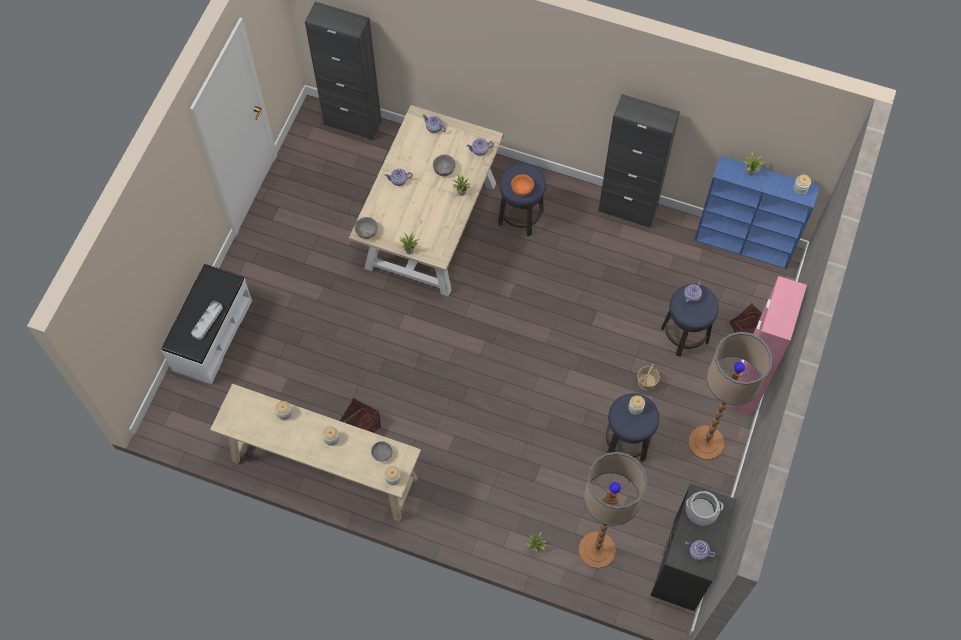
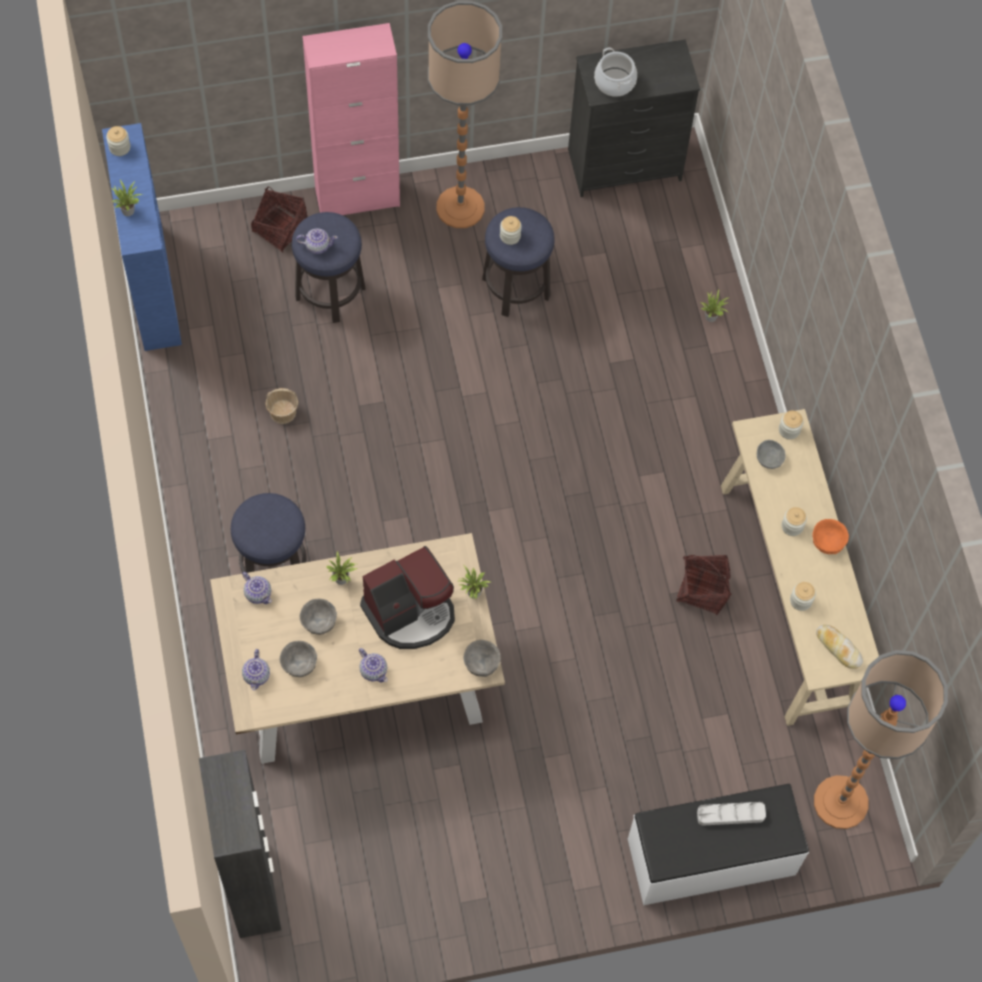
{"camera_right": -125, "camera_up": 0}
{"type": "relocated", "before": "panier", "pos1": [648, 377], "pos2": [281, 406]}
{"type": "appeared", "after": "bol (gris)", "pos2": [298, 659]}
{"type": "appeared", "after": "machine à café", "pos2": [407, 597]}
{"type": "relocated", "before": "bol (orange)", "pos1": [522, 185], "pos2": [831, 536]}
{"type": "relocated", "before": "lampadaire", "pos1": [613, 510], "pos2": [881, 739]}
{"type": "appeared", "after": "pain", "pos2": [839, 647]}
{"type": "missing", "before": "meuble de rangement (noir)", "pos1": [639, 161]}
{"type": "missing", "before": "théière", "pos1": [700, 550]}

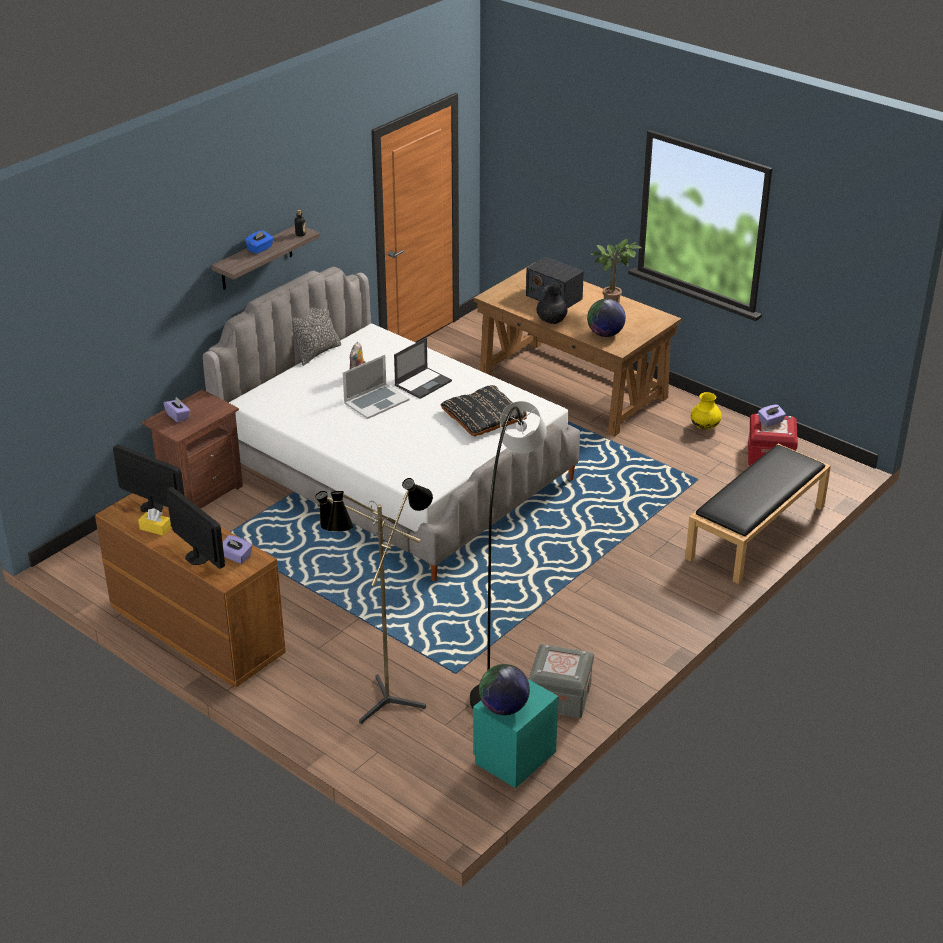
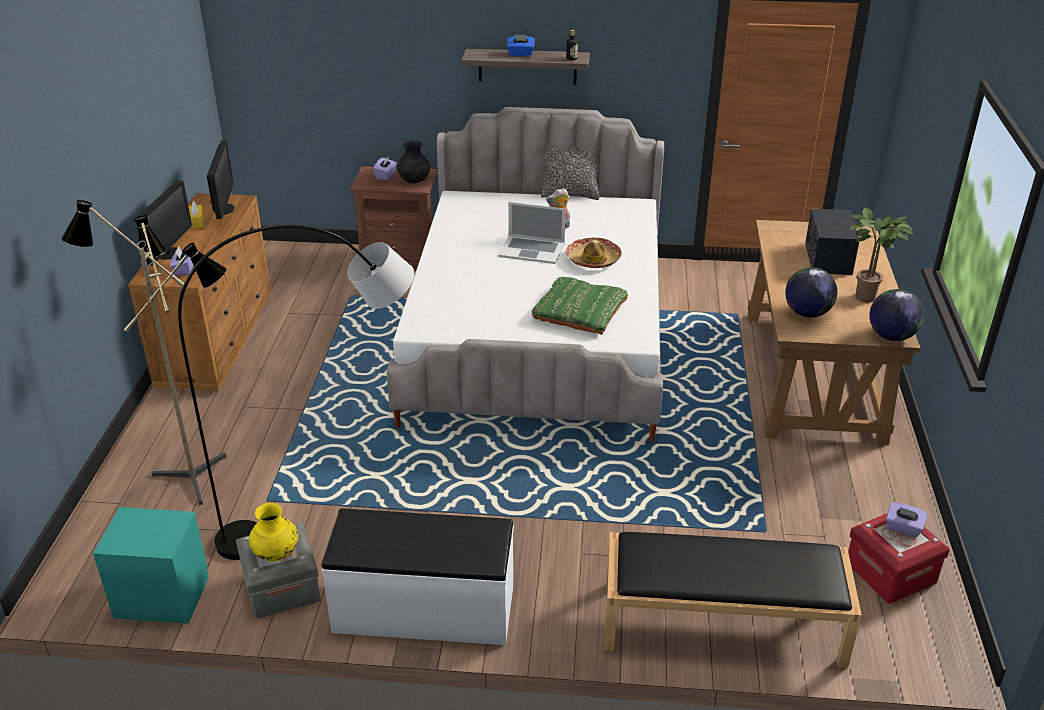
{"camera_right": 55, "camera_up": 0}
{"type": "relocated", "before": "vase (jaune)", "pos1": [706, 411], "pos2": [273, 532]}
{"type": "appeared", "after": "banc (blanc)", "pos2": [418, 576]}
{"type": "relocated", "before": "vase (noir)", "pos1": [552, 304], "pos2": [413, 161]}
{"type": "colour", "before": "coussin (noir)", "after": "coussin (vert)", "pos1": [484, 410], "pos2": [579, 306]}
{"type": "exchanged", "before": "ordinateur portable", "after": "chapeau", "pos1": [423, 368], "pos2": [594, 252]}
{"type": "relocated", "before": "globe", "pos1": [504, 689], "pos2": [896, 315]}

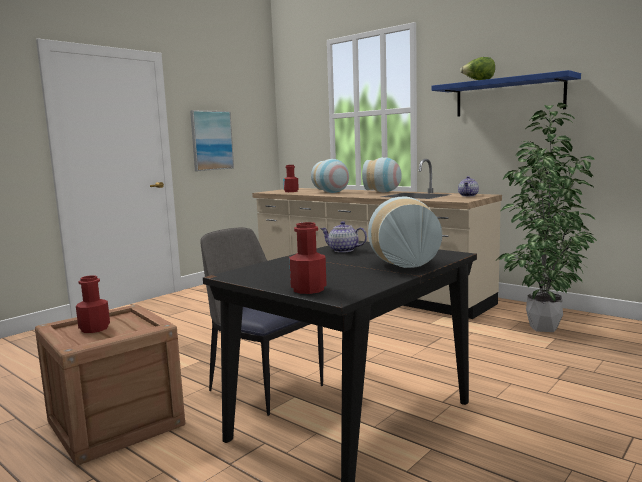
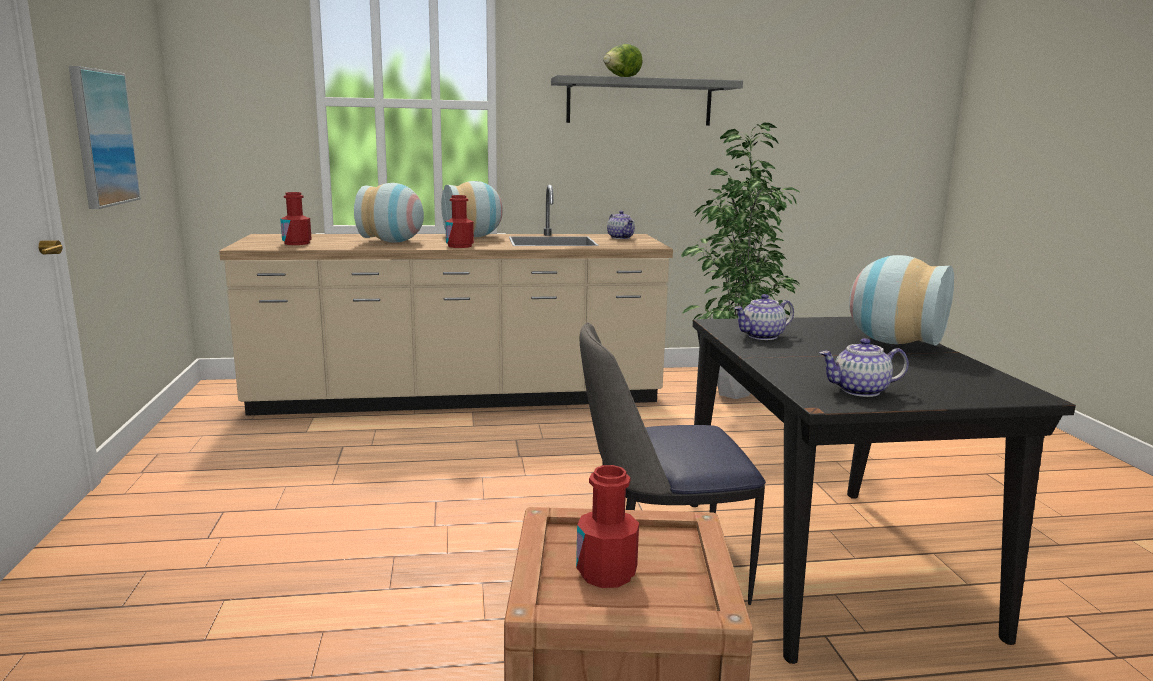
{"camera_right": -50, "camera_up": 5}
{"type": "relocated", "before": "bouteille (rouge)", "pos1": [308, 258], "pos2": [459, 221]}
{"type": "colour", "before": "étagère (bleu)", "after": "étagère (gris)", "pos1": [506, 93], "pos2": [647, 100]}
{"type": "appeared", "after": "théière", "pos2": [864, 367]}

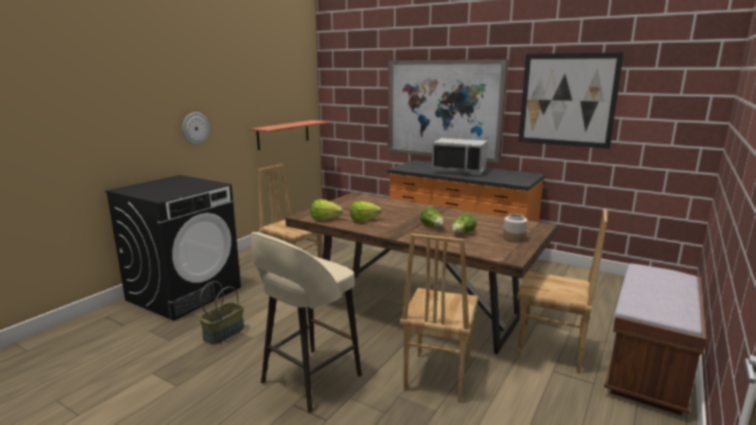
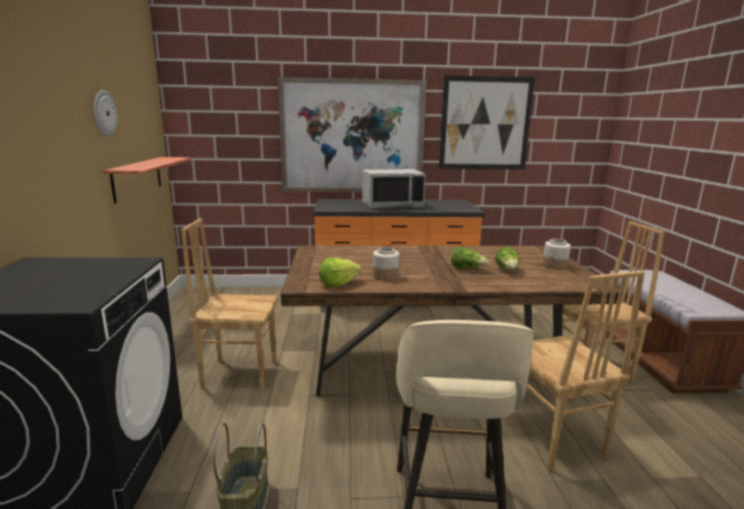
{"camera_right": -35, "camera_up": 0}
{"type": "relocated", "before": "horloge murale", "pos1": [196, 128], "pos2": [106, 113]}
{"type": "exchanged", "before": "laitue", "after": "bocal", "pos1": [365, 211], "pos2": [386, 264]}

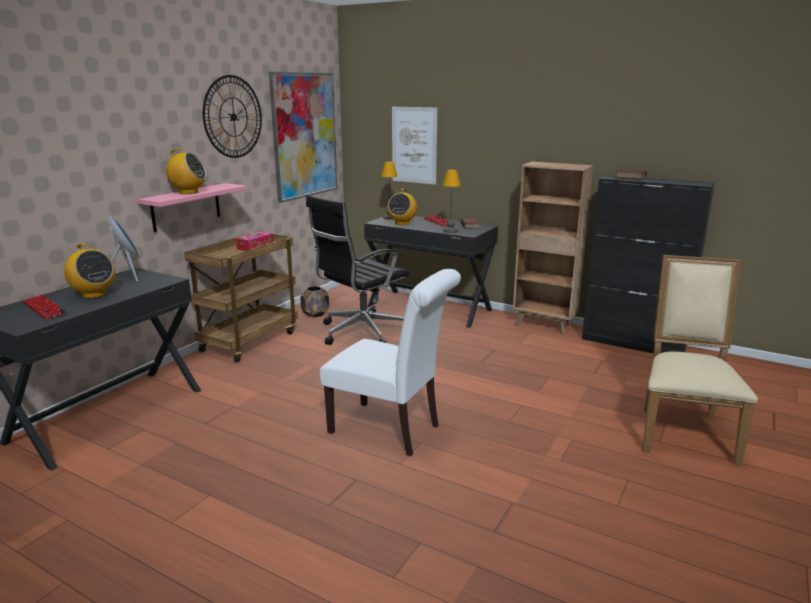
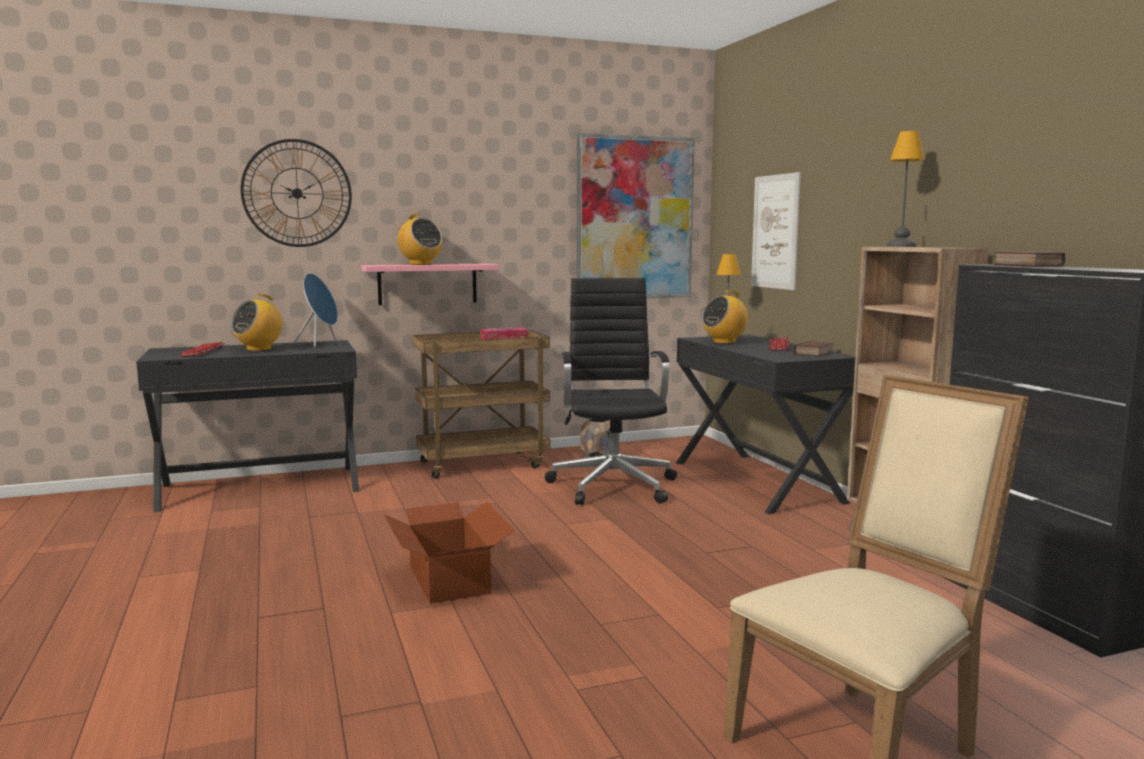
{"camera_right": 40, "camera_up": -10}
{"type": "spun", "before": "radio", "pos1": [89, 270], "pos2": [257, 322], "turn": 45}
{"type": "relocated", "before": "horloge murale", "pos1": [232, 116], "pos2": [296, 193]}
{"type": "exchanged", "before": "chaise (blanc)", "after": "carton", "pos1": [390, 362], "pos2": [449, 553]}
{"type": "spun", "before": "chaise de bureau (noir)", "pos1": [357, 270], "pos2": [611, 391], "turn": 90}
{"type": "relocated", "before": "lampe de table", "pos1": [452, 201], "pos2": [906, 189]}

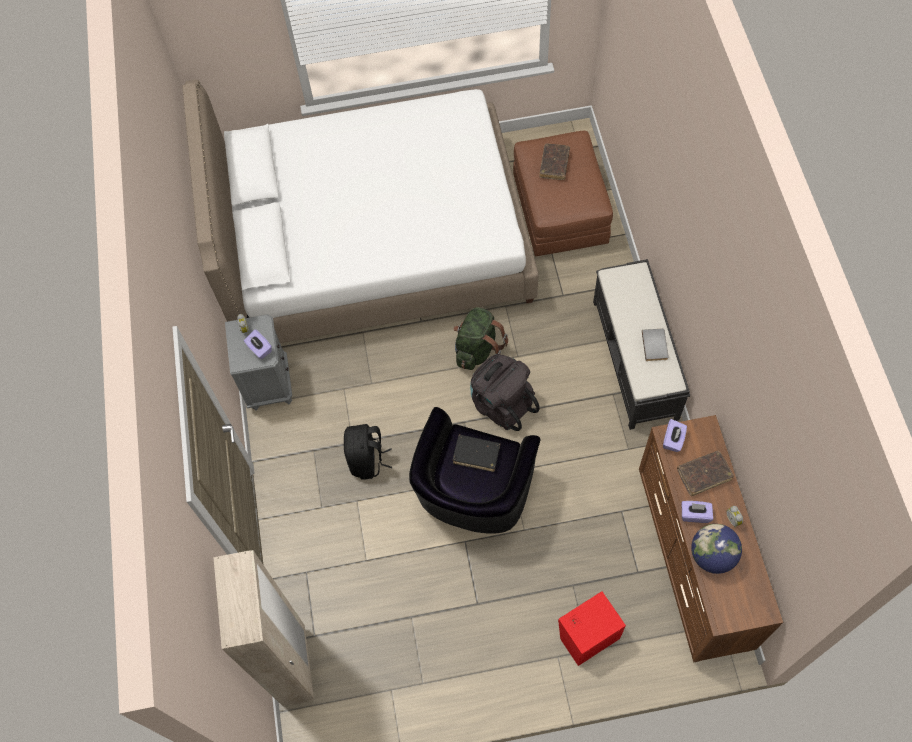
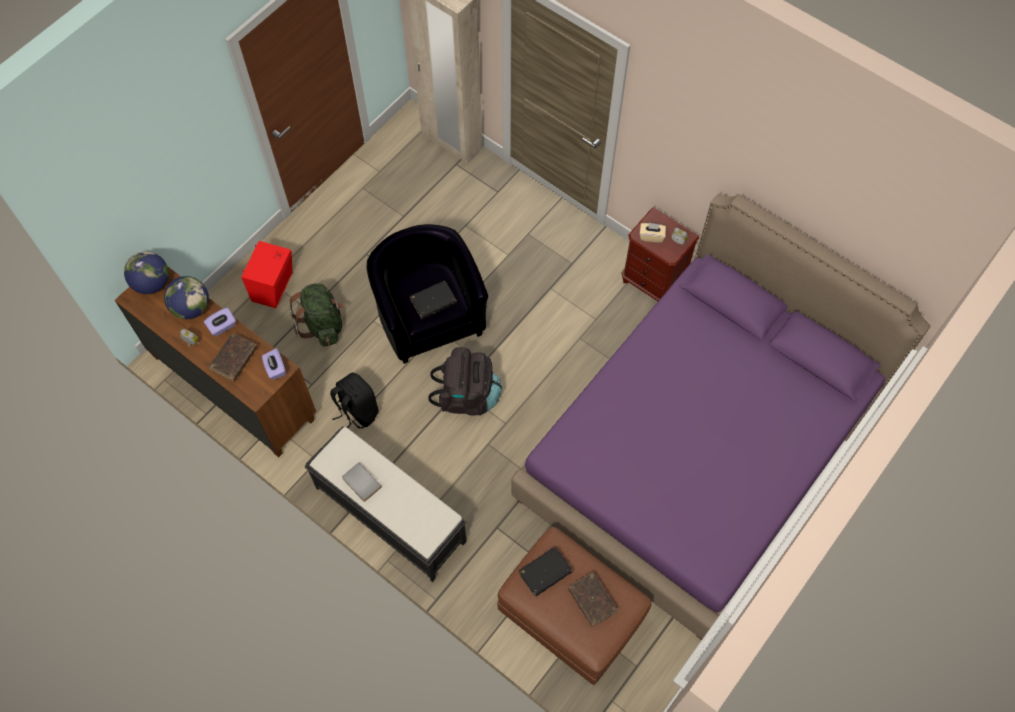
{"camera_right": 135, "camera_up": 0}
{"type": "appeared", "after": "globe", "pos2": [146, 273]}
{"type": "relocated", "before": "sac à dos (vert)", "pos1": [480, 338], "pos2": [316, 314]}
{"type": "relocated", "before": "sac à dos (noir)", "pos1": [368, 452], "pos2": [354, 401]}
{"type": "colour", "before": "lit (blanc)", "after": "lit (violet)", "pos1": [360, 211], "pos2": [720, 417]}
{"type": "appeared", "after": "livre (noir)", "pos2": [545, 572]}
{"type": "colour", "before": "table de chevet (gris)", "after": "table de chevet (marron)", "pos1": [258, 362], "pos2": [660, 254]}
{"type": "colour", "before": "boîte à mouchoirs (violet)", "after": "boîte à mouchoirs (beige)", "pos1": [258, 344], "pos2": [653, 233]}

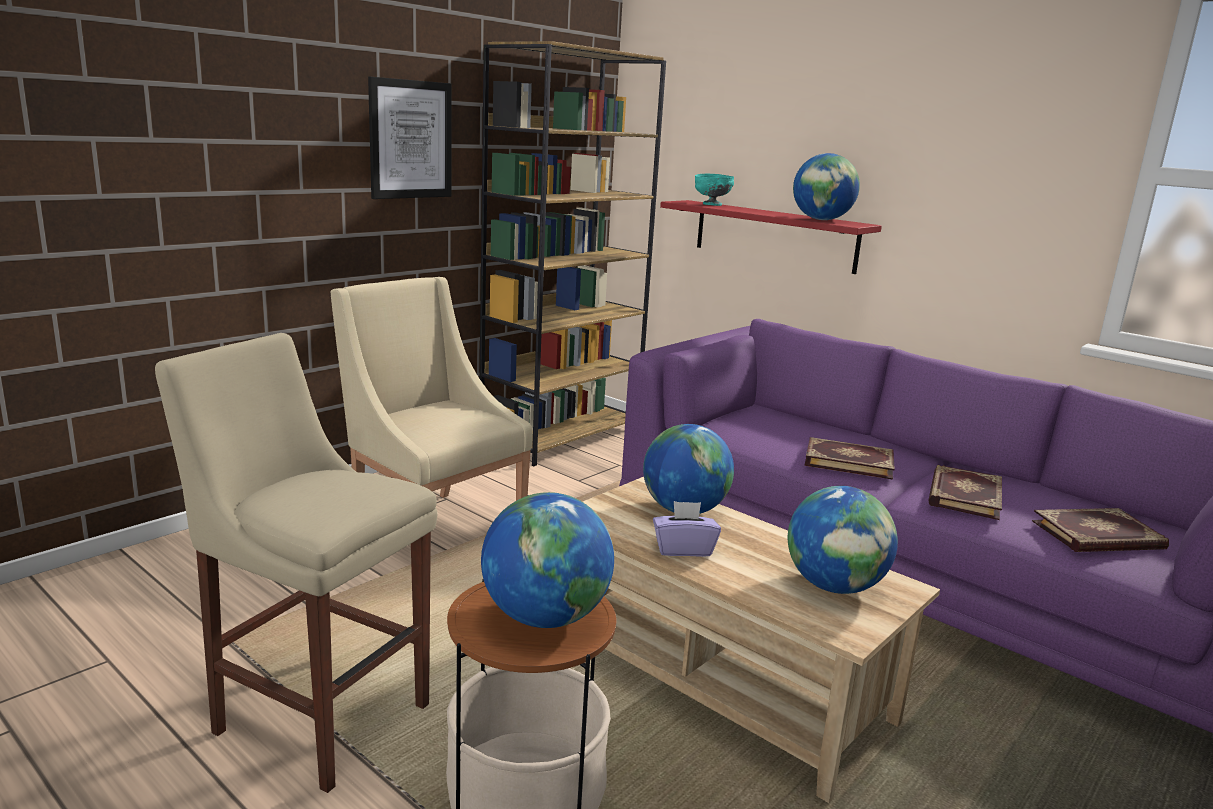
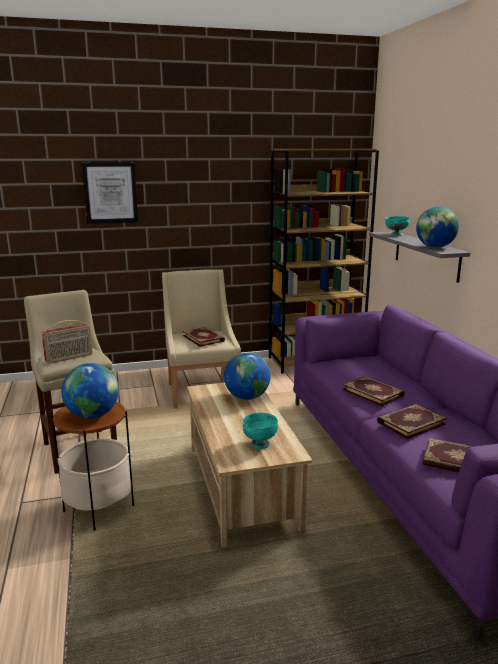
{"camera_right": 35, "camera_up": 0}
{"type": "appeared", "after": "radio", "pos2": [67, 342]}
{"type": "relocated", "before": "tableau", "pos1": [410, 138], "pos2": [110, 193]}
{"type": "appeared", "after": "livre", "pos2": [203, 337]}
{"type": "exchanged", "before": "globe", "after": "bol (turquoise)", "pos1": [843, 540], "pos2": [260, 431]}
{"type": "colour", "before": "étagère (rouge)", "after": "étagère (gris)", "pos1": [771, 237], "pos2": [419, 257]}
{"type": "missing", "before": "boîte à mouchoirs (violet)", "pos1": [687, 529]}

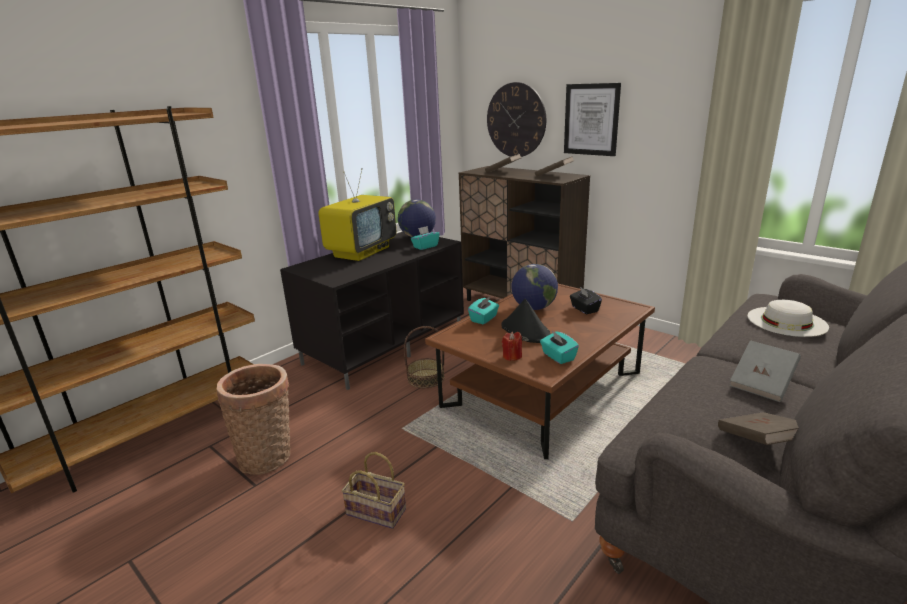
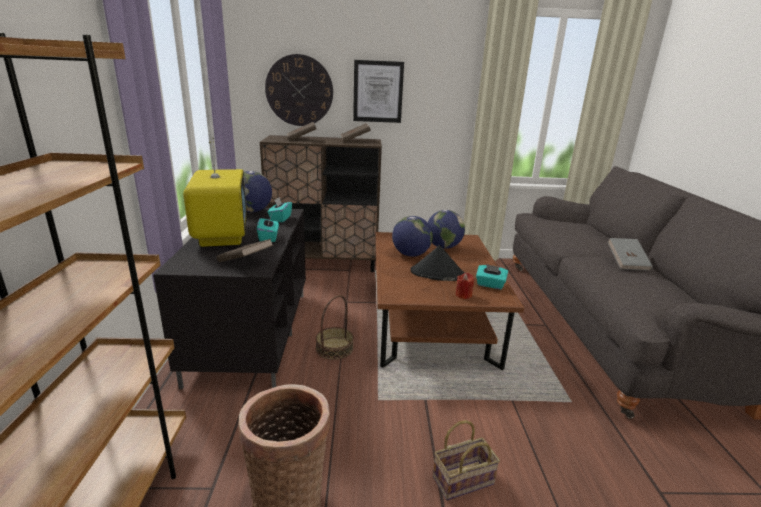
{"camera_right": -45, "camera_up": 0}
{"type": "relocated", "before": "livre (marron)", "pos1": [758, 428], "pos2": [245, 250]}
{"type": "relocated", "before": "boîte à mouchoirs (turquoise)", "pos1": [483, 310], "pos2": [268, 229]}
{"type": "exchanged", "before": "boîte à mouchoirs (noir)", "after": "globe", "pos1": [586, 300], "pos2": [446, 229]}
{"type": "missing", "before": "chapeau (blanc)", "pos1": [788, 318]}

